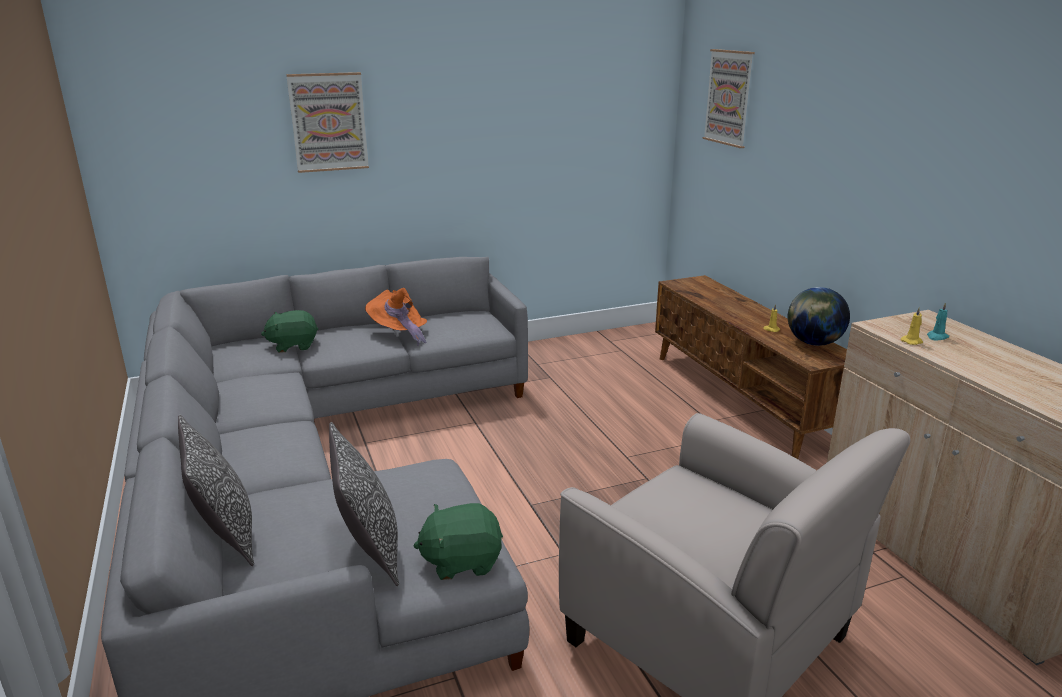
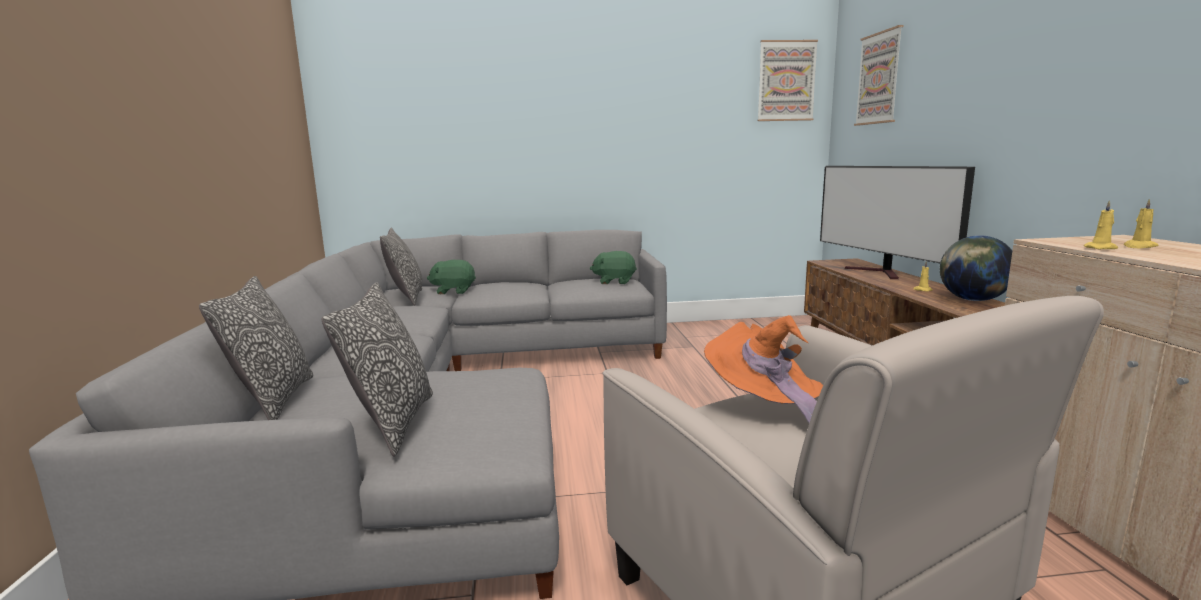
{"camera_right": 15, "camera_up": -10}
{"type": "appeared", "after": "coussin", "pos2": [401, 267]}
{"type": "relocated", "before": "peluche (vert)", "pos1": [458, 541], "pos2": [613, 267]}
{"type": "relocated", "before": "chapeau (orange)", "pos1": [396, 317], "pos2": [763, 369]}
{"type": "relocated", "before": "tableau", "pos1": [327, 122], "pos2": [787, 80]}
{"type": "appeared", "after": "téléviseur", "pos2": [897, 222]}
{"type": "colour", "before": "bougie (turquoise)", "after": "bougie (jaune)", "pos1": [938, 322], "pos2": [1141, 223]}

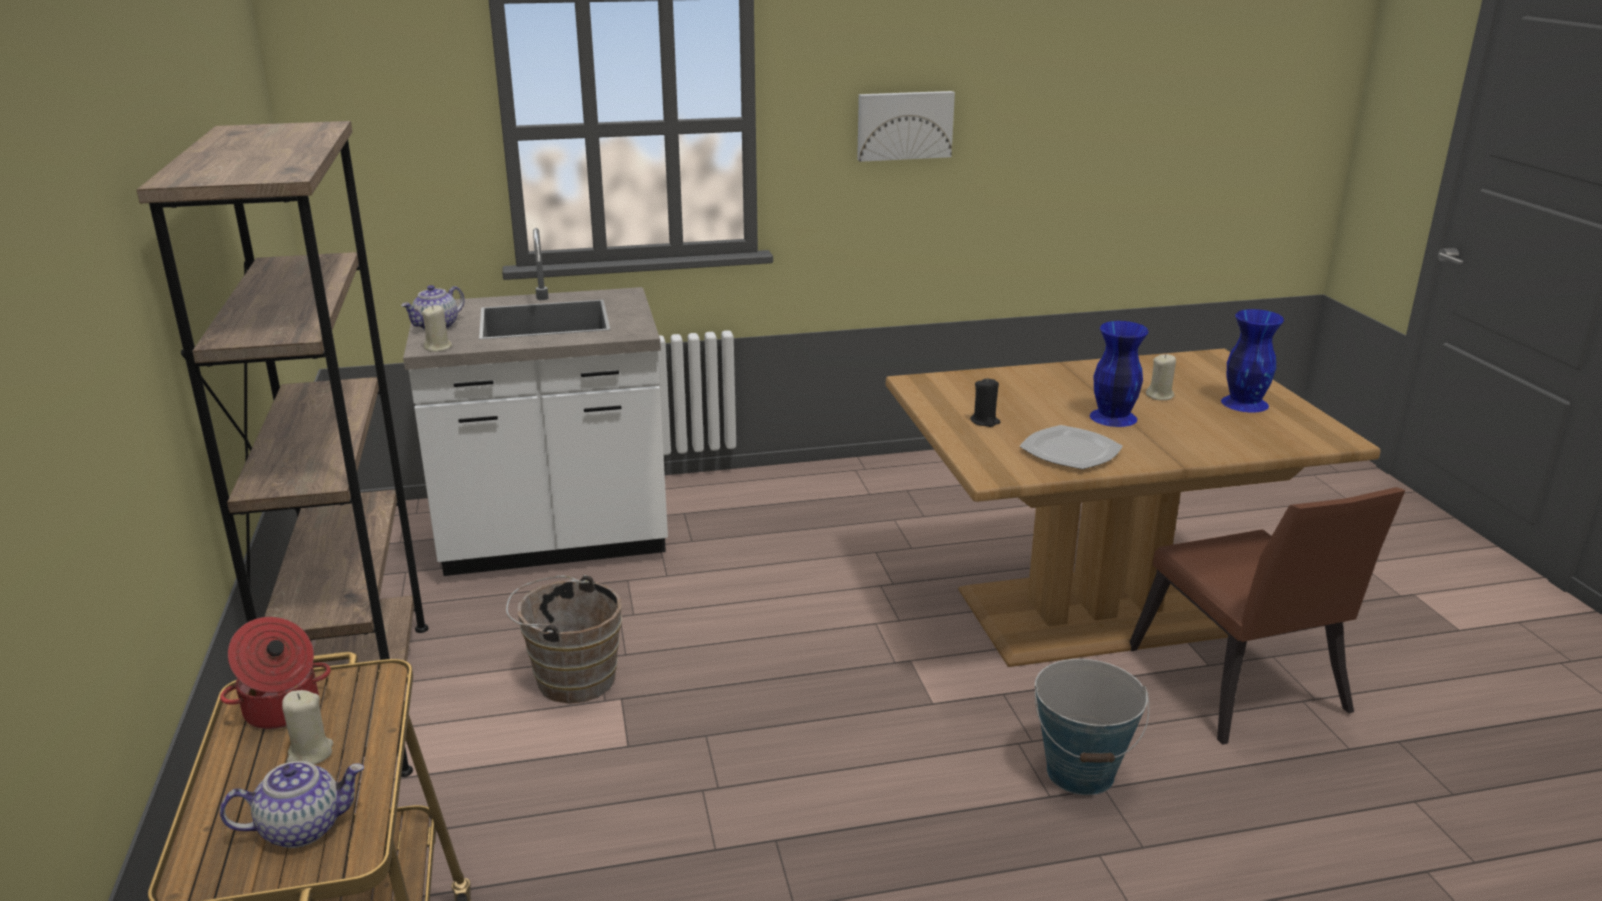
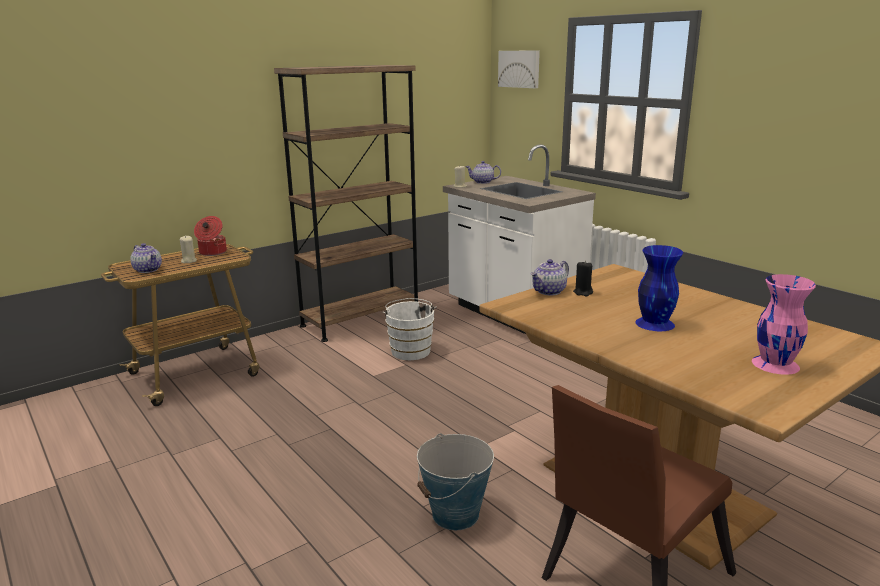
{"camera_right": 65, "camera_up": -5}
{"type": "colour", "before": "seau (marron)", "after": "seau (blanc)", "pos1": [564, 639], "pos2": [409, 329]}
{"type": "relocated", "before": "tableau", "pos1": [906, 126], "pos2": [519, 69]}
{"type": "appeared", "after": "théière", "pos2": [549, 277]}
{"type": "colour", "before": "vase (bleu)", "after": "vase (rose)", "pos1": [1252, 361], "pos2": [784, 324]}
{"type": "missing", "before": "assiette", "pos1": [1071, 447]}
{"type": "missing", "before": "bougie (beige)", "pos1": [1161, 377]}

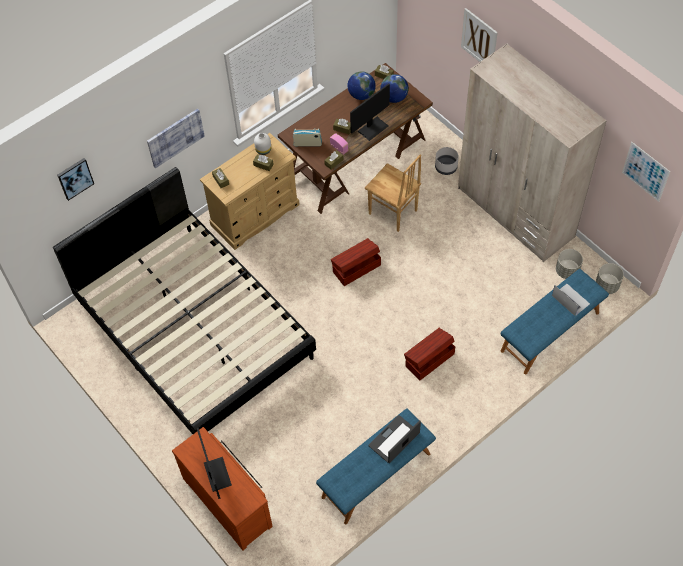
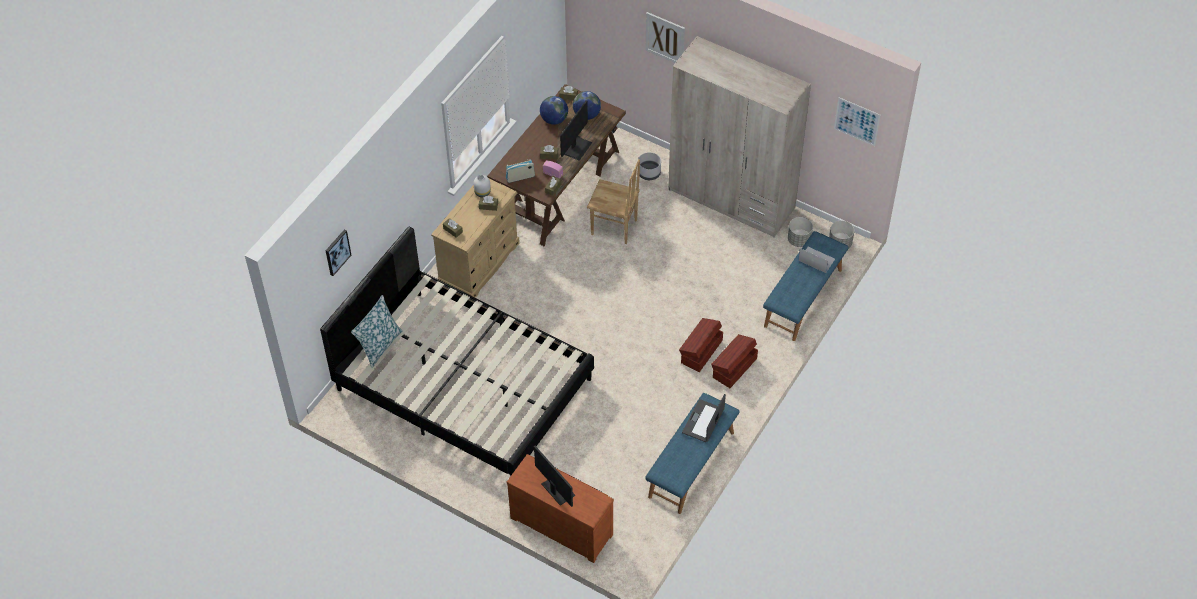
{"camera_right": -20, "camera_up": -5}
{"type": "appeared", "after": "coussin", "pos2": [376, 331]}
{"type": "relocated", "before": "boîte de rangement (marron)", "pos1": [356, 262], "pos2": [734, 361]}
{"type": "missing", "before": "tableau", "pos1": [176, 138]}

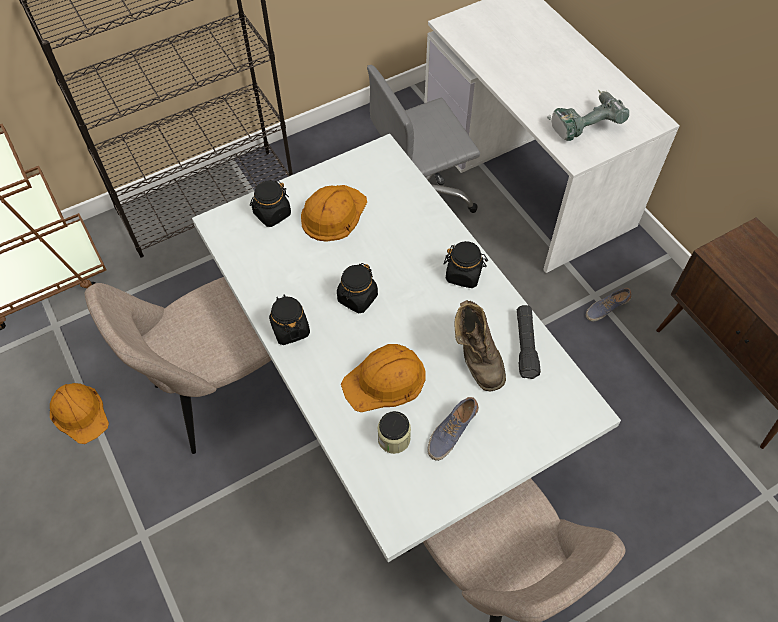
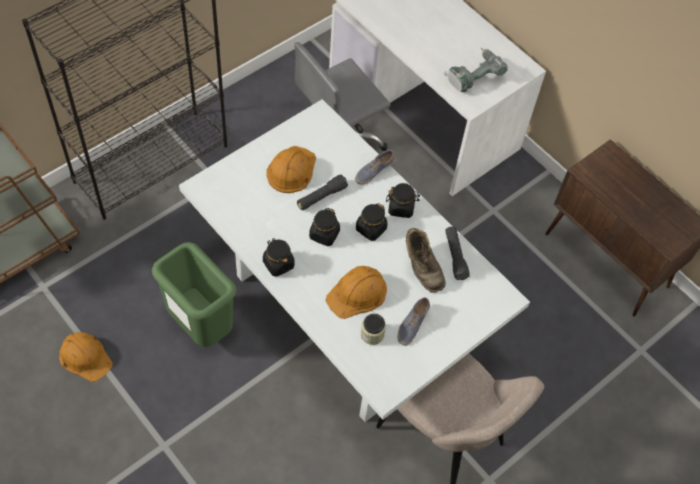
{"camera_right": -15, "camera_up": 0}
{"type": "exchanged", "before": "chaise (beige)", "after": "poubelle (vert)", "pos1": [178, 365], "pos2": [194, 294]}
{"type": "appeared", "after": "lampe de poche (noir)", "pos2": [322, 192]}
{"type": "relocated", "before": "chaussure", "pos1": [608, 305], "pos2": [375, 167]}
{"type": "relocated", "before": "bocal (noir)", "pos1": [270, 204], "pos2": [371, 222]}

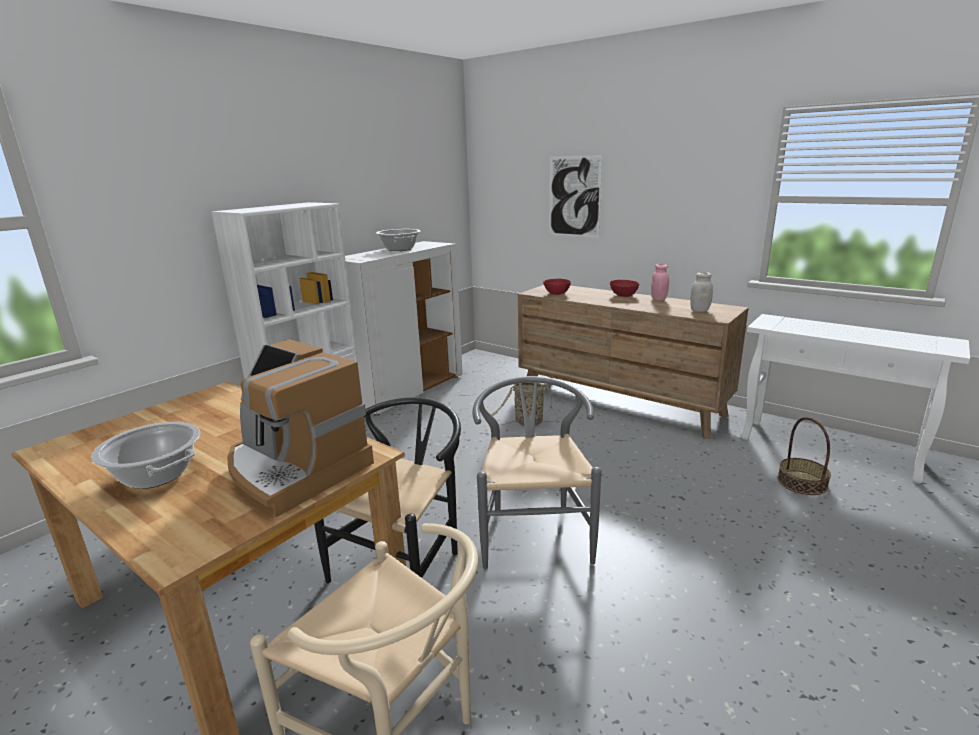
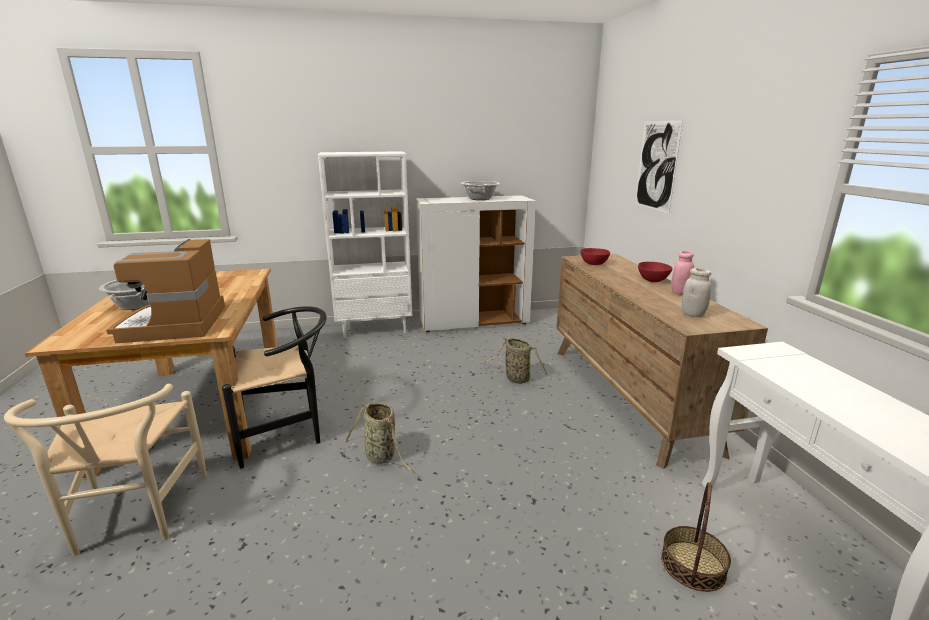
{"camera_right": 40, "camera_up": 0}
{"type": "exchanged", "before": "chaise (gris)", "after": "panier", "pos1": [537, 472], "pos2": [380, 437]}

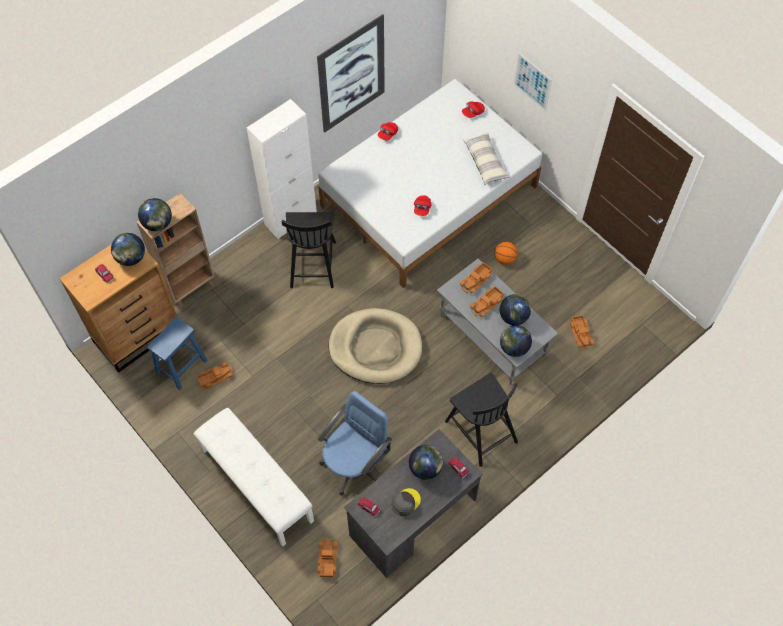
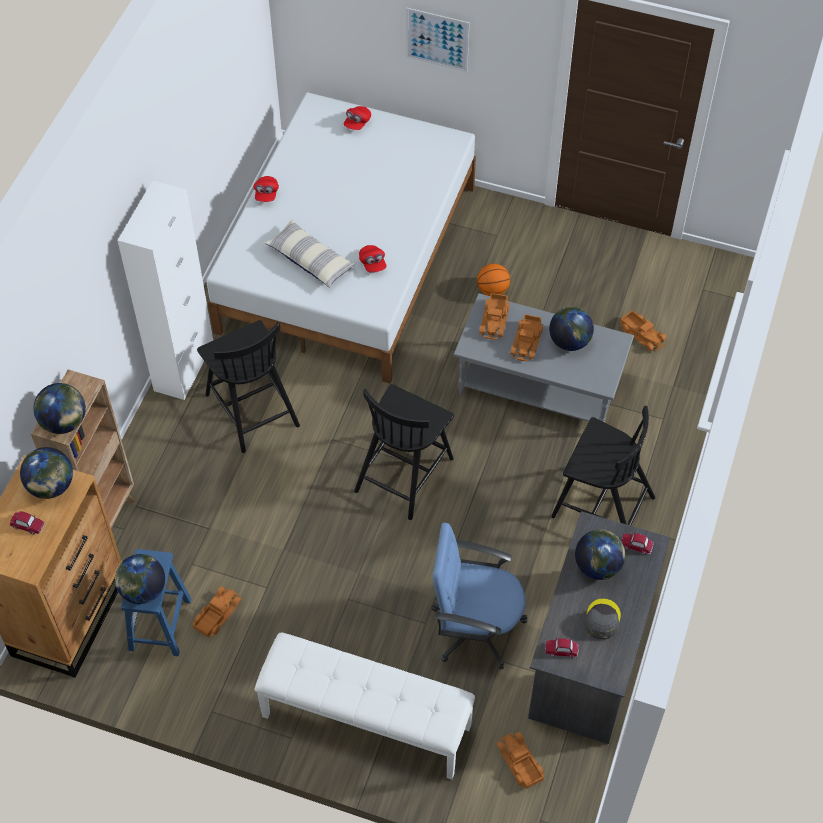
{"camera_right": -30, "camera_up": -5}
{"type": "relocated", "before": "globe", "pos1": [516, 341], "pos2": [140, 579]}
{"type": "relocated", "before": "coussin", "pos1": [486, 158], "pos2": [310, 253]}
{"type": "exchanged", "before": "panier pour chien (beige)", "after": "chaise (noir)", "pos1": [375, 346], "pos2": [404, 452]}
{"type": "spun", "before": "chaise de bureau (bleu)", "pos1": [355, 443], "pos2": [479, 596], "turn": -90}
{"type": "missing", "before": "tableau", "pos1": [351, 73]}

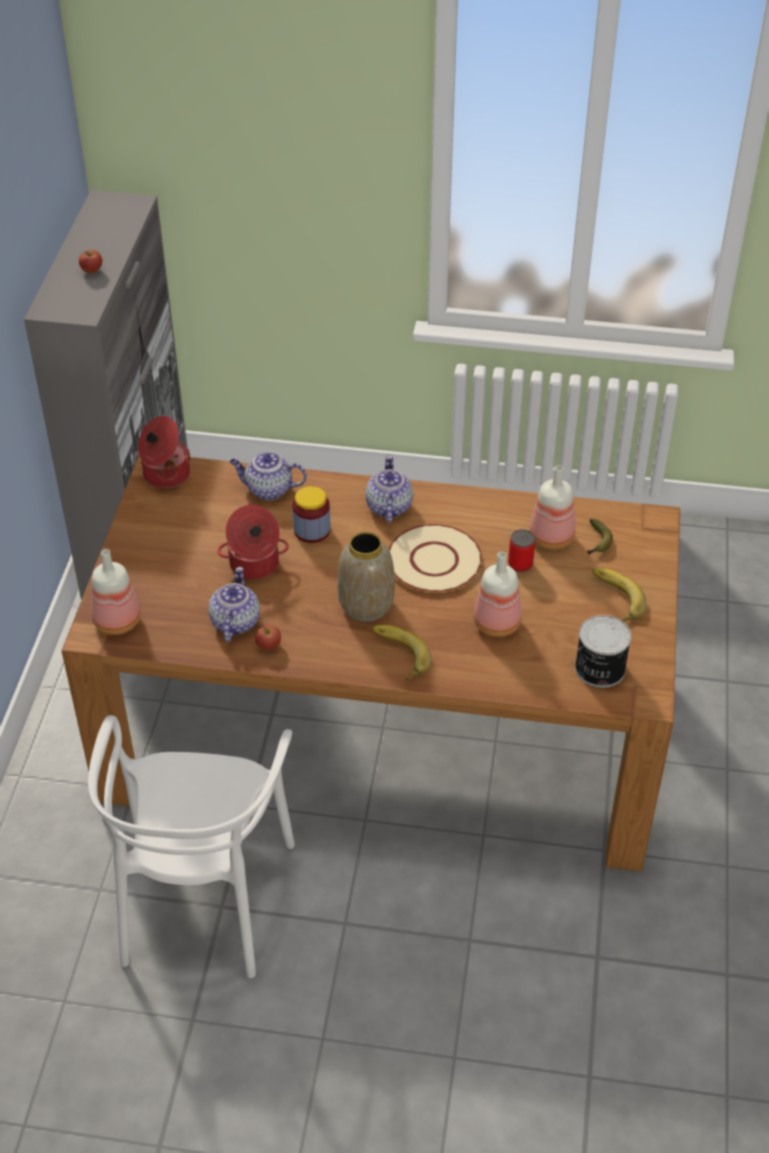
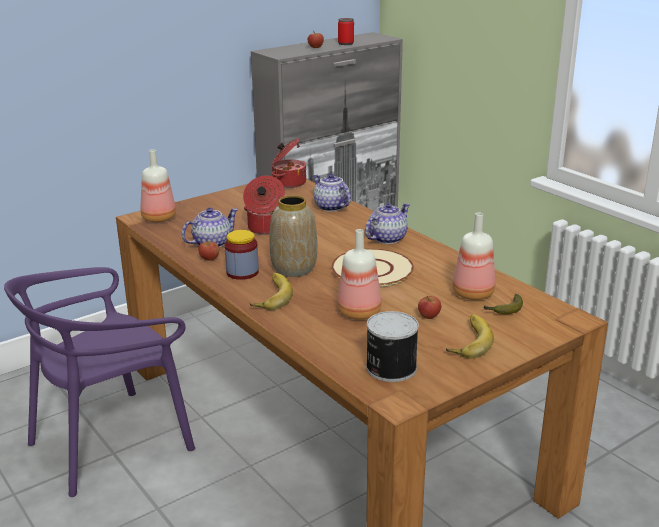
{"camera_right": 45, "camera_up": -20}
{"type": "colour", "before": "chaise (blanc)", "after": "chaise (violet)", "pos1": [191, 846], "pos2": [99, 382]}
{"type": "relocated", "before": "bocal", "pos1": [311, 514], "pos2": [241, 255]}
{"type": "relocated", "before": "boîte métallique", "pos1": [521, 550], "pos2": [346, 31]}
{"type": "appeared", "after": "pomme", "pos2": [429, 307]}

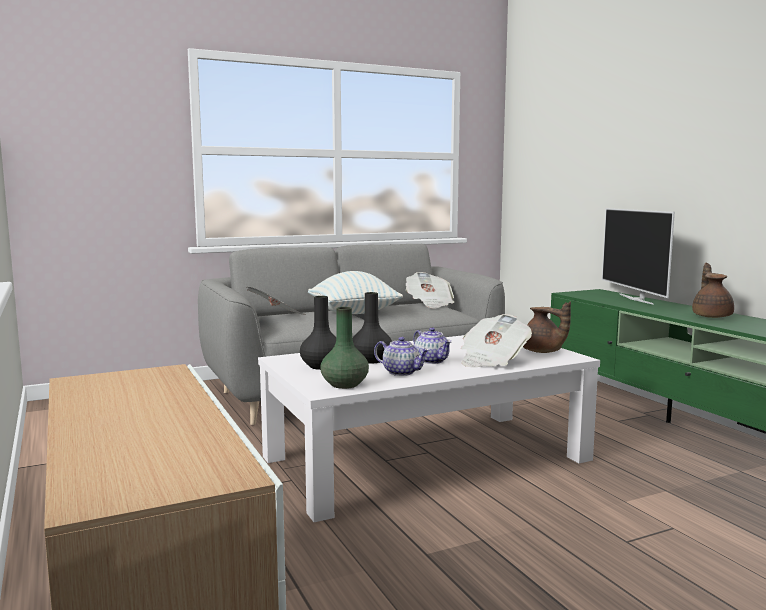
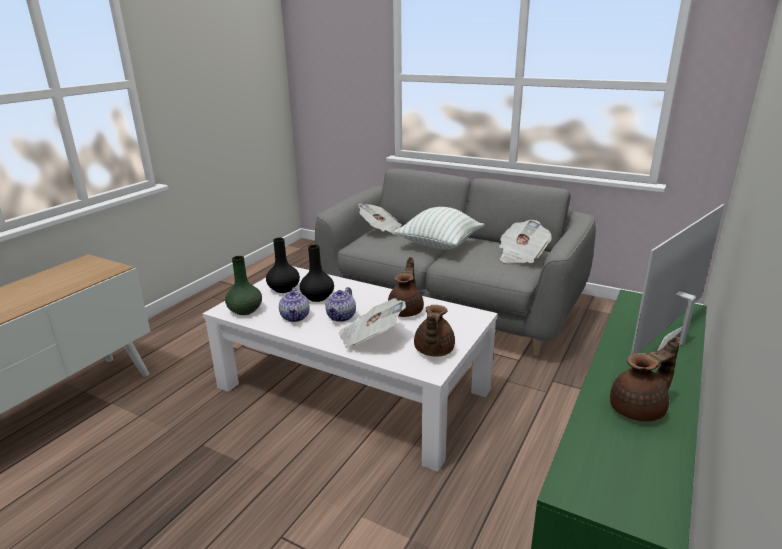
{"camera_right": 55, "camera_up": 15}
{"type": "appeared", "after": "théière (marron)", "pos2": [406, 287]}

